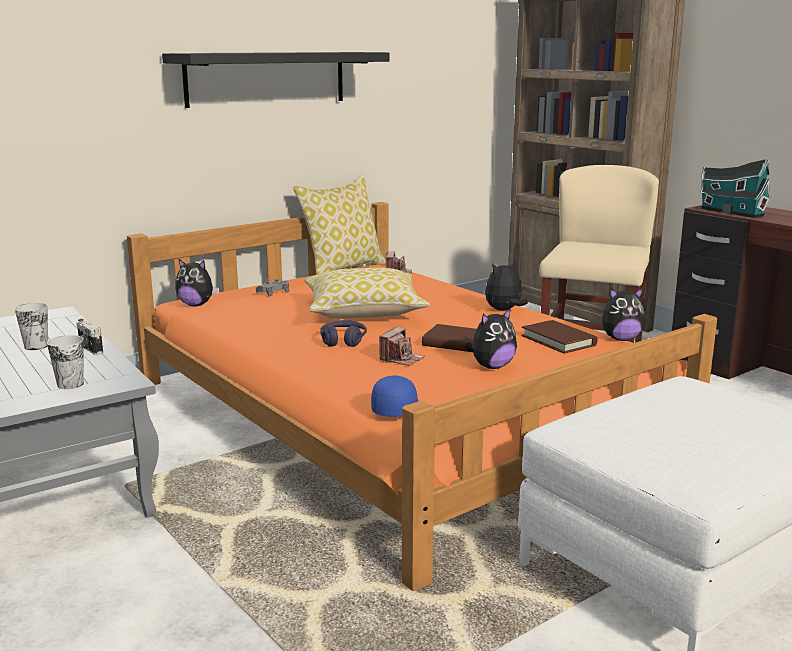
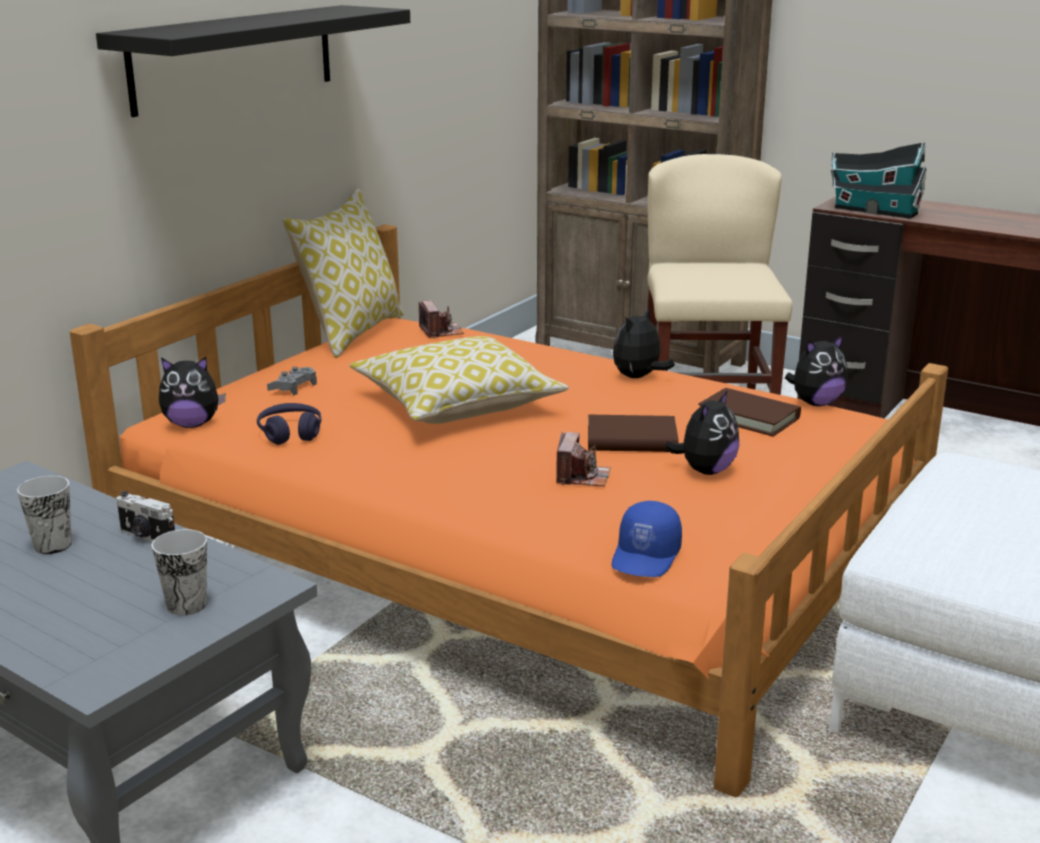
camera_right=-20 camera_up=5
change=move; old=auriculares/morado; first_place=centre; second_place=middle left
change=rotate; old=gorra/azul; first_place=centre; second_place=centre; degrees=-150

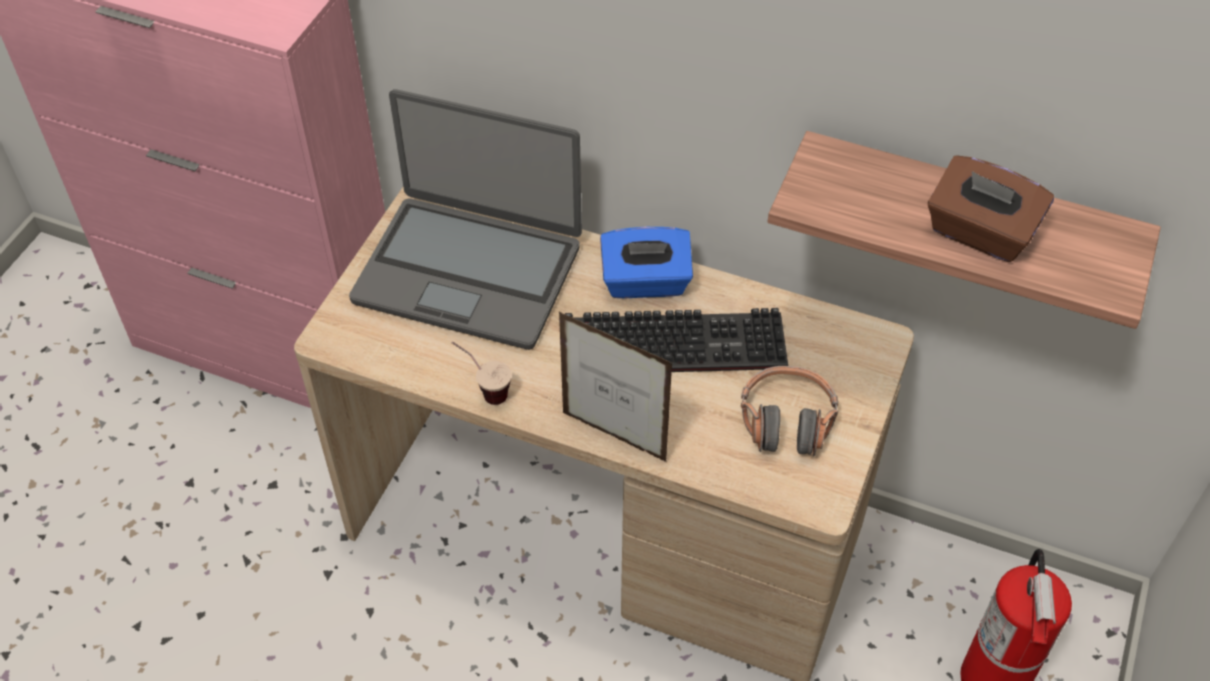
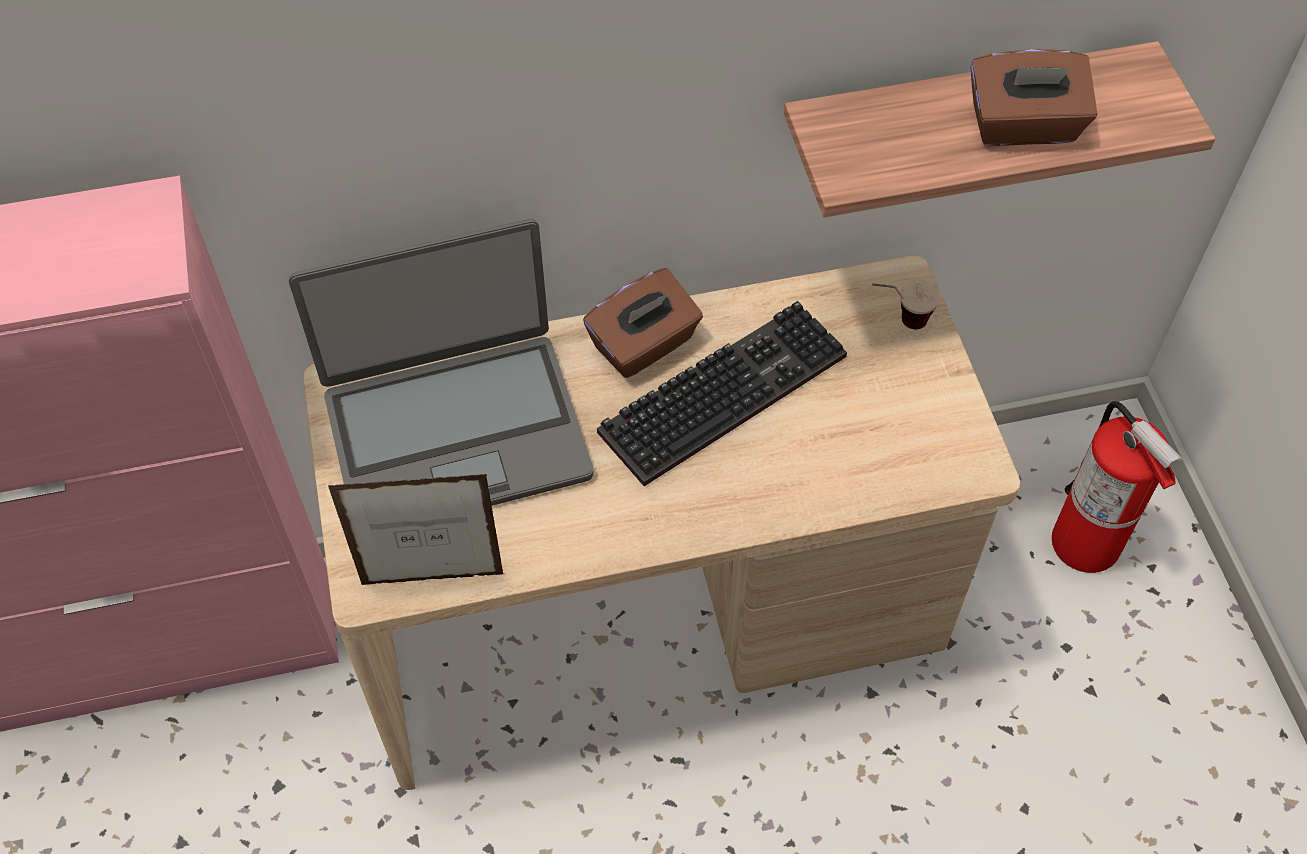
camera_right=-35 camera_up=5
change=move; old=portarretratos; first_place=centre; second_place=middle left
change=recolor; old=caja de pañuelos/azul; new=caja de pañuelos/marrón (1st from left); first_place=centre; second_place=centre
change=move; old=taza; first_place=centre; second_place=middle right
change=delete; old=auriculares; first_place=centre

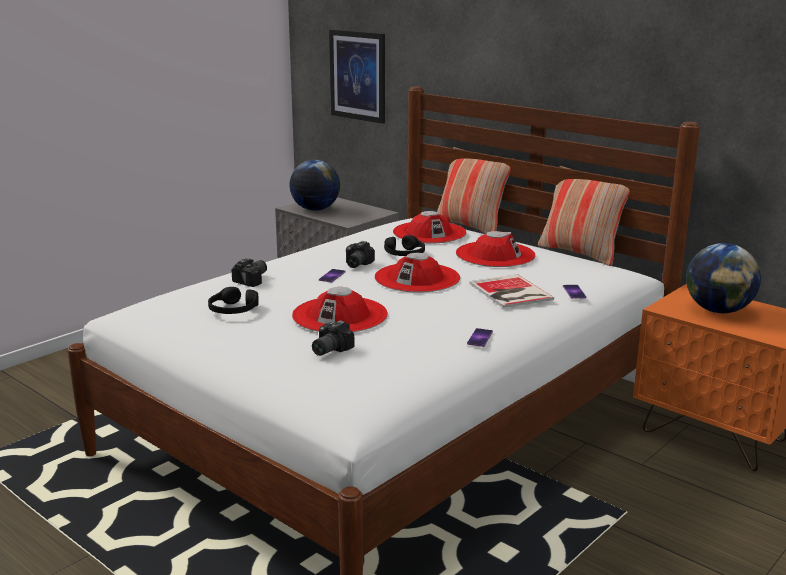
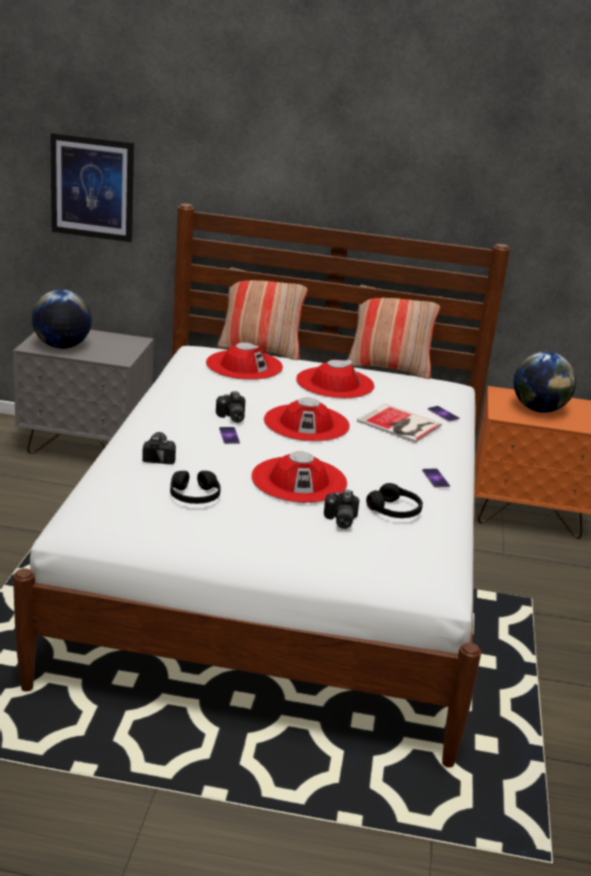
camera_right=-35 camera_up=5
change=move; old=auriculares/negro (2nd from left); first_place=centre; second_place=middle right

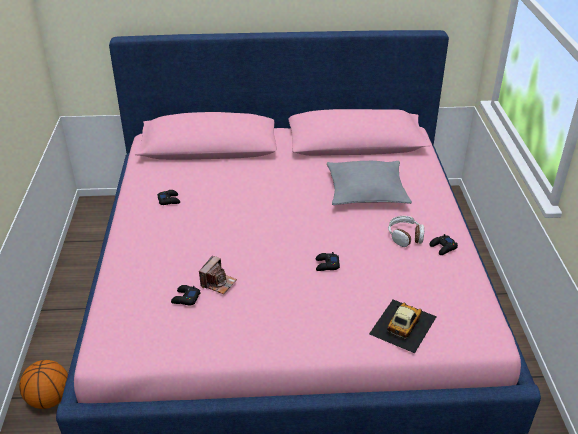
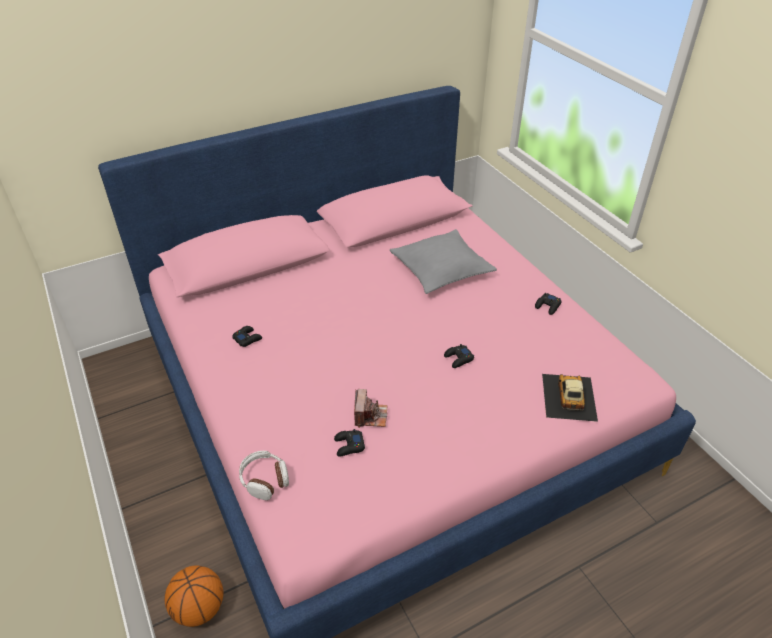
camera_right=-25 camera_up=5
change=move; old=auriculares; first_place=middle right; second_place=bottom centre

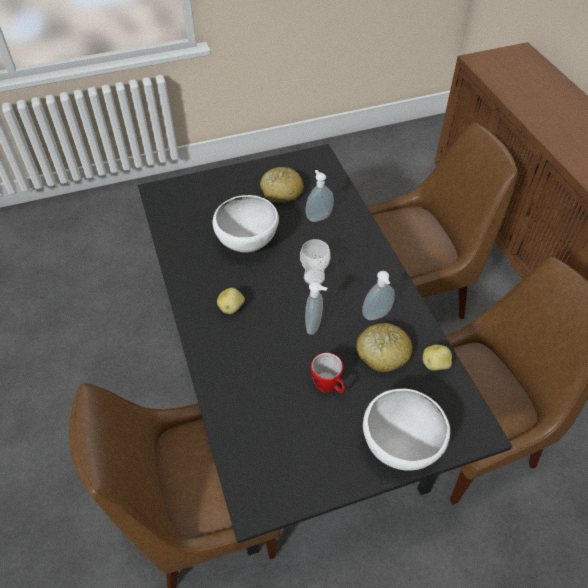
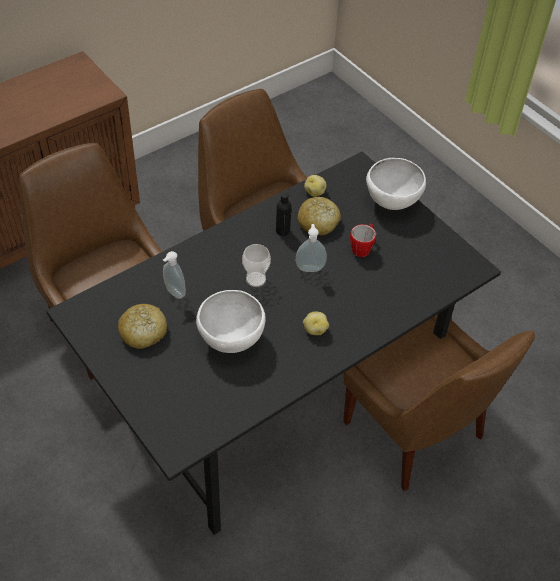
camera_right=-110 camera_up=0
change=replace; old=dispensador de jabón (3rd from left); new=botella/negro; first_place=centre; second_place=centre

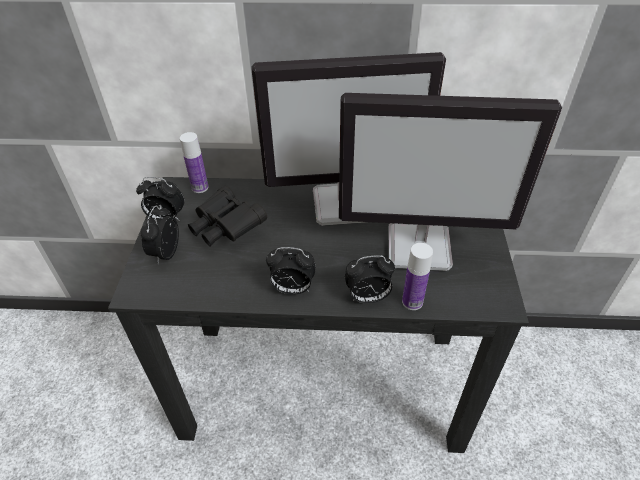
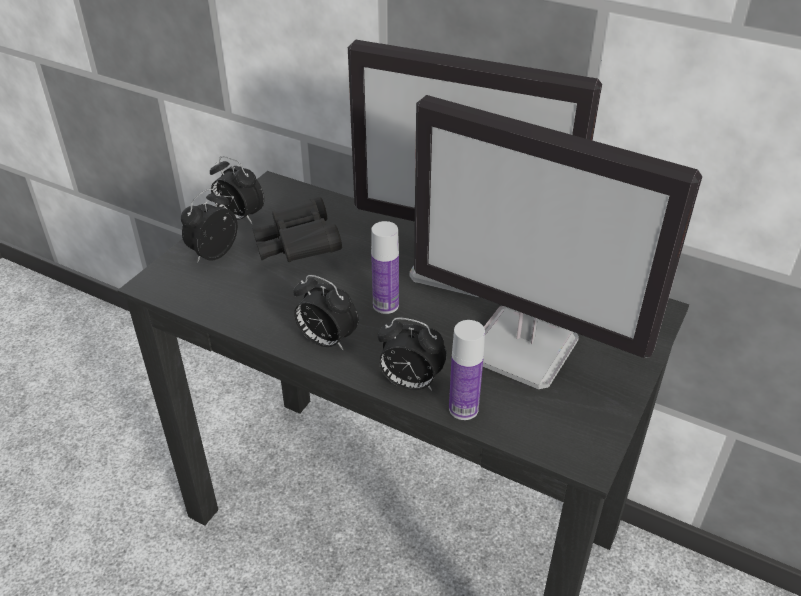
camera_right=25 camera_up=-5
change=move; old=botella (1st from left); first_place=middle left; second_place=centre

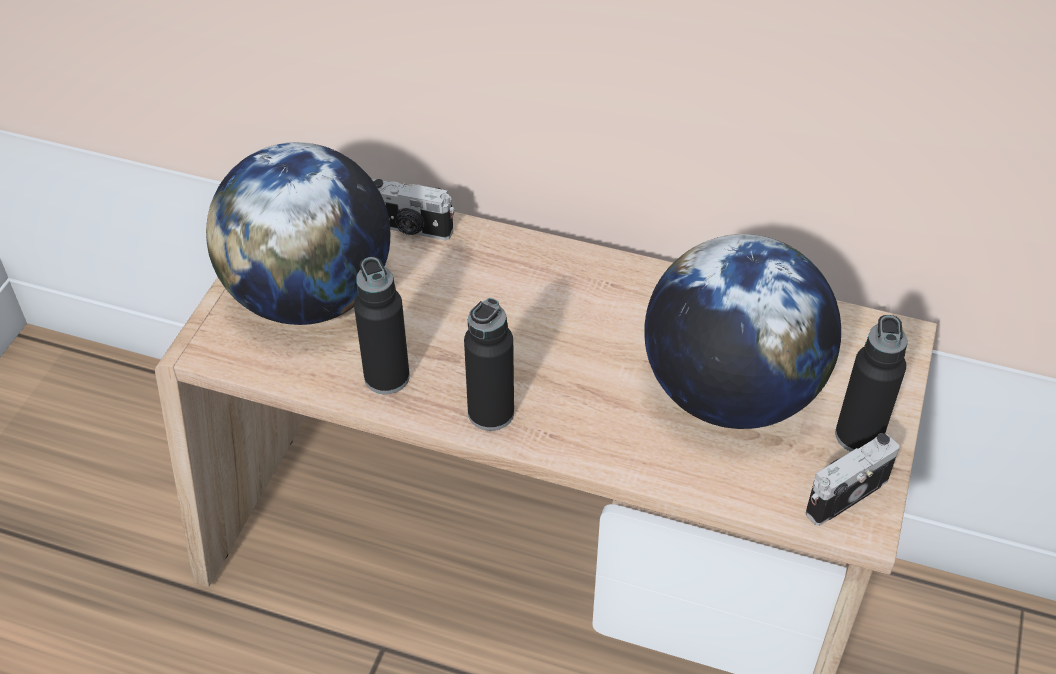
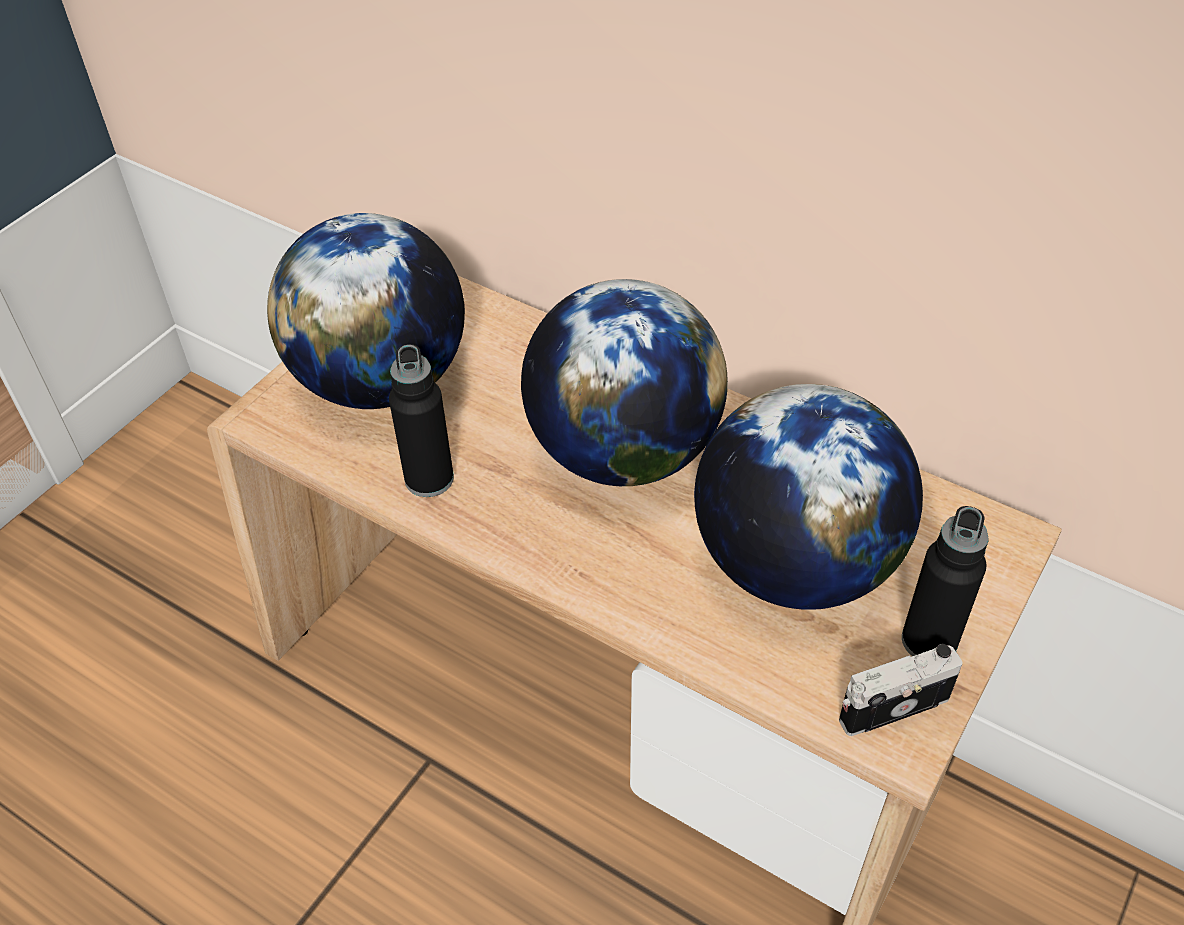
camera_right=15 camera_up=0
change=insert; new=globo terráqueo (2nd from left); second_place=centre
change=delete; old=cámara (1st from left); first_place=top centre
change=delete; old=botella/negro (2nd from left); first_place=centre

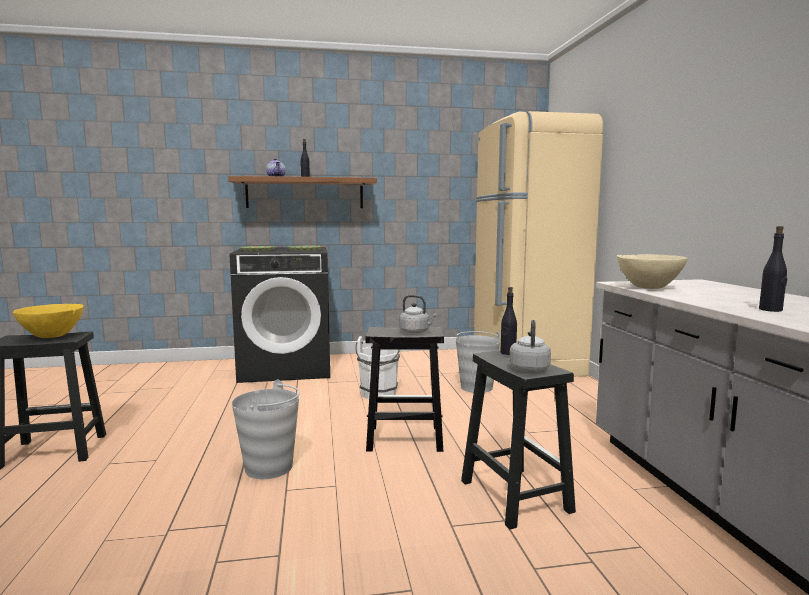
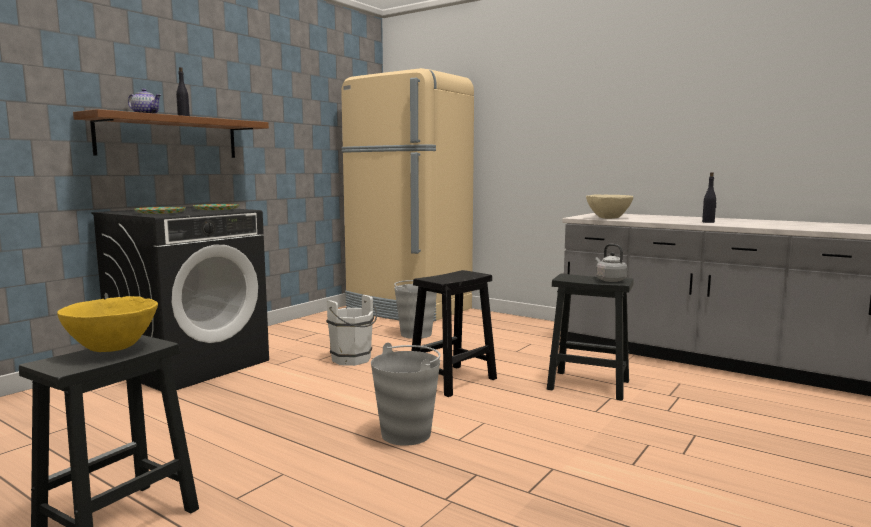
camera_right=-45 camera_up=0
change=delete; old=hervidor/gris (1st from left); first_place=centre
change=delete; old=botella/negro (2nd from left); first_place=centre

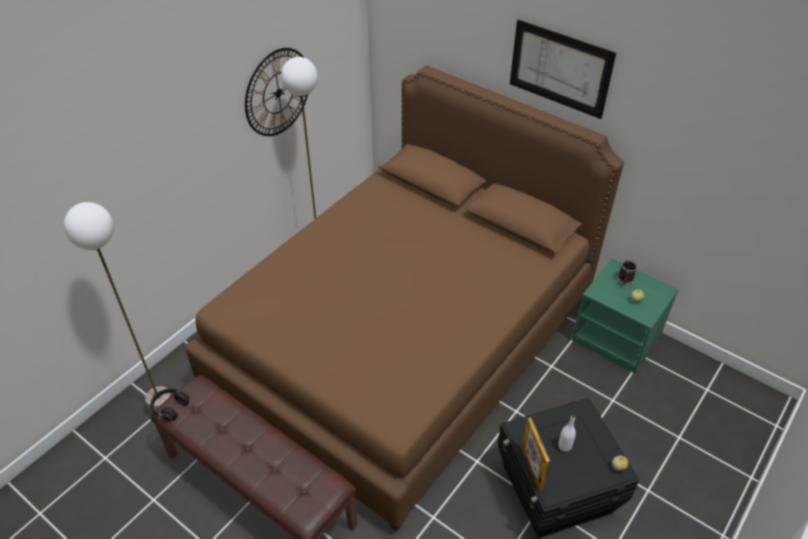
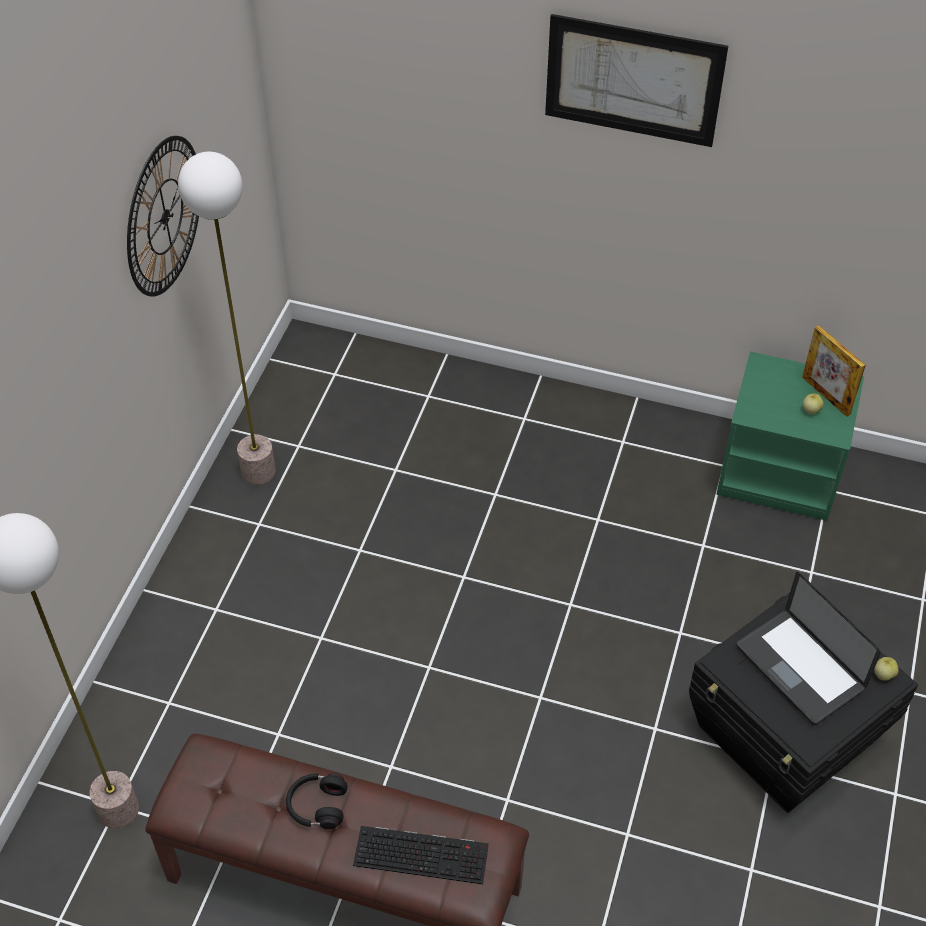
camera_right=-20 camera_up=5
change=move; old=auriculares/negro; first_place=bottom left; second_place=bottom centre
change=insert; new=teclado; second_place=bottom centre
change=replace; old=botella/blanco; new=portátil; first_place=bottom right; second_place=bottom right
change=move; old=portarretratos; first_place=bottom centre; second_place=middle right
change=delete; old=cama/marrón; first_place=centre
change=delete; old=taza grande; first_place=middle right

